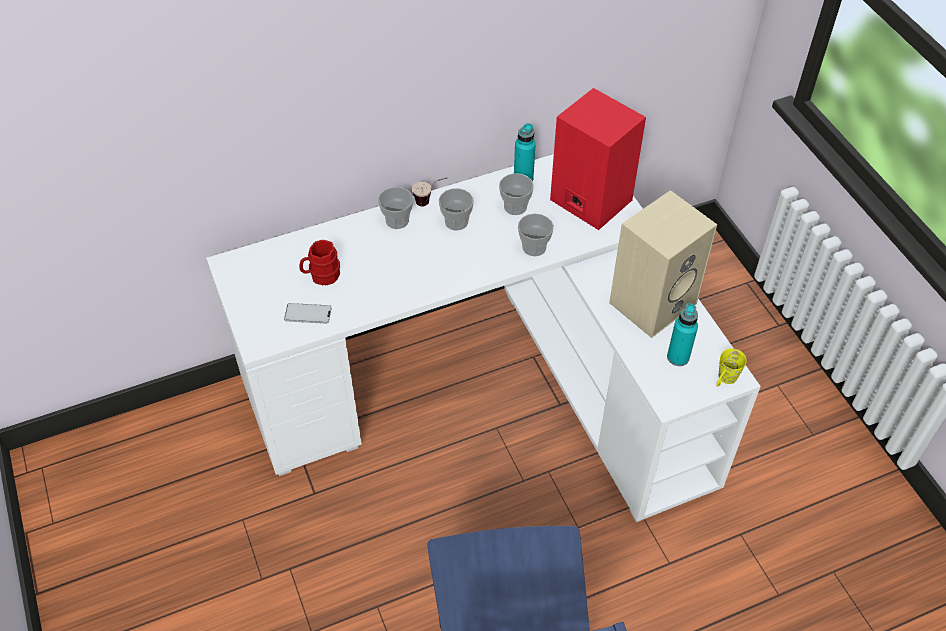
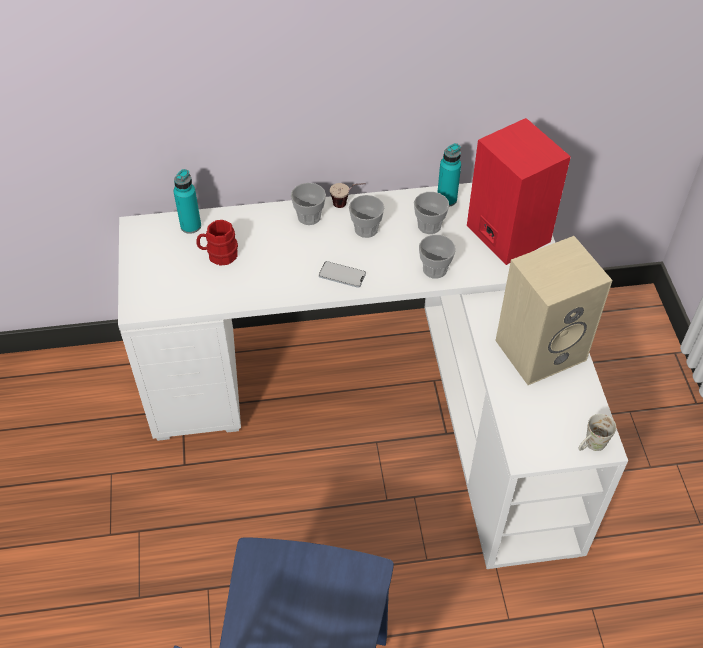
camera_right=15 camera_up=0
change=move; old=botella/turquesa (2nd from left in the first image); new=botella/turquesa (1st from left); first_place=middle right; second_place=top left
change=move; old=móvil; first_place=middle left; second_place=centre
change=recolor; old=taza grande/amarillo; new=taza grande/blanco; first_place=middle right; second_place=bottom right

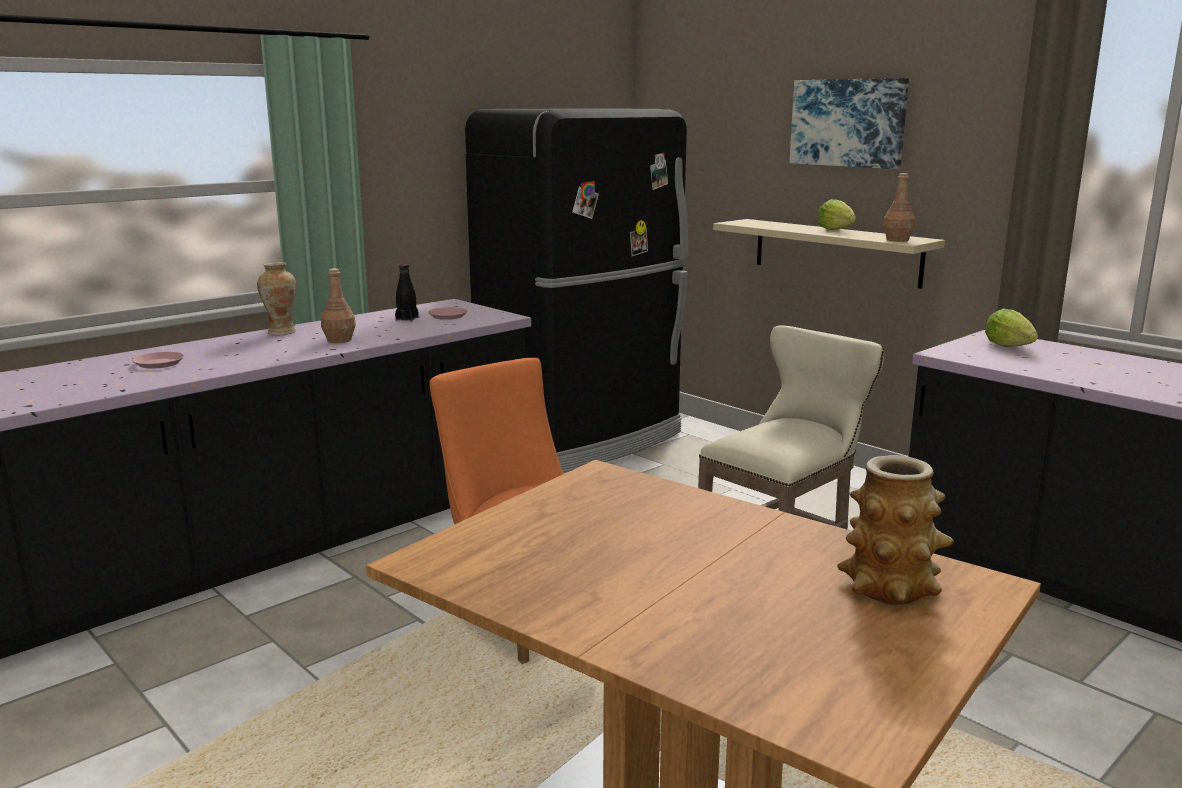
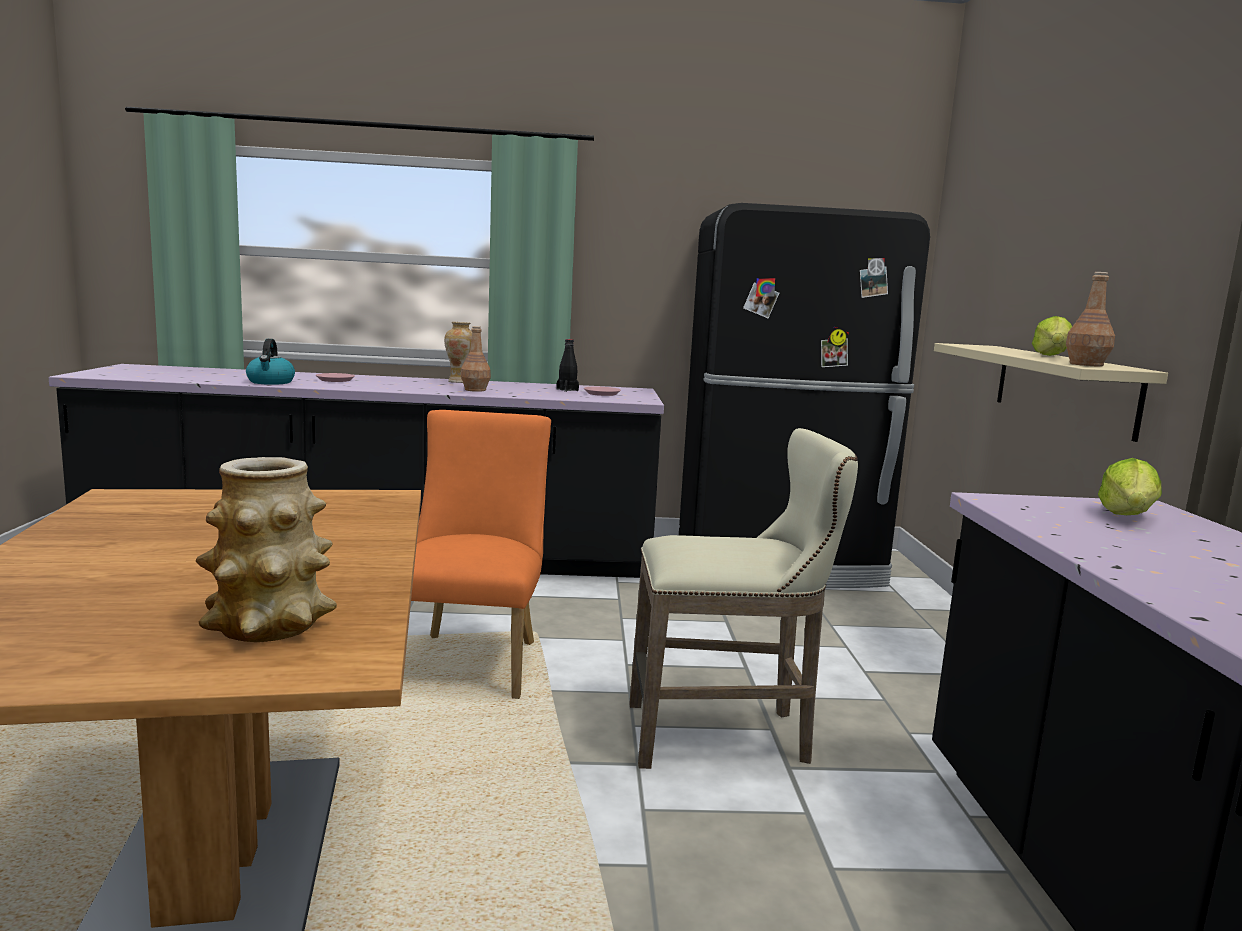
camera_right=40 camera_up=-5
change=insert; new=hervidor; second_place=middle left
change=delete; old=cuadro; first_place=top right

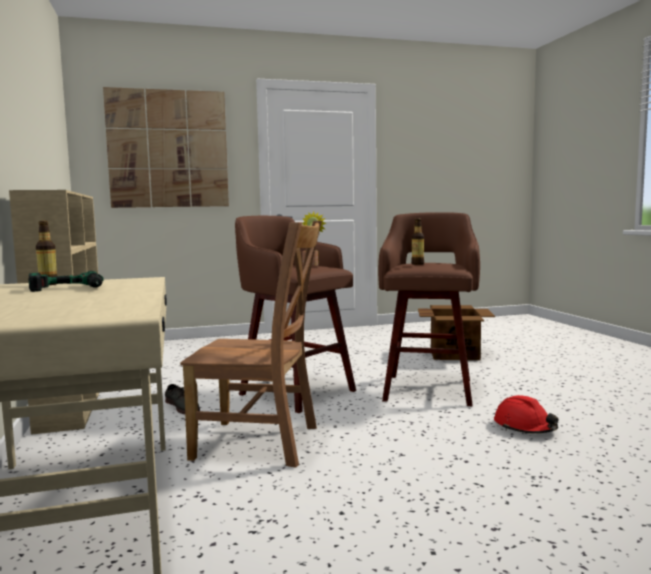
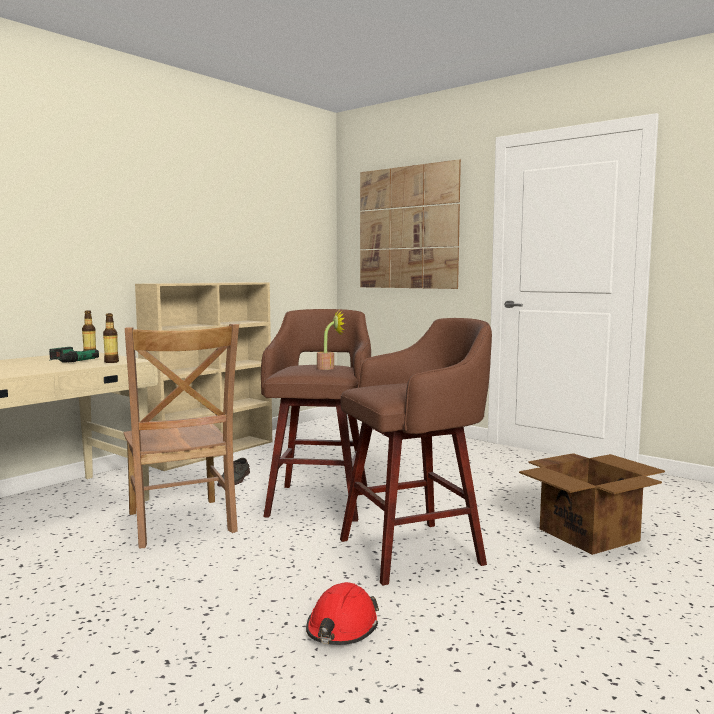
camera_right=55 camera_up=0
change=move; old=botella (2nd from left); first_place=centre; second_place=middle left

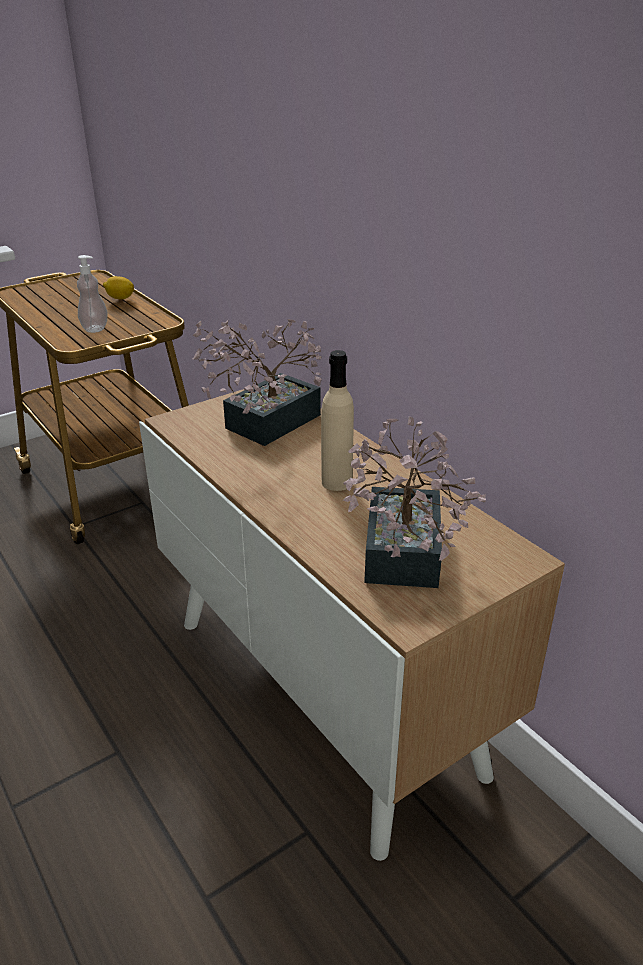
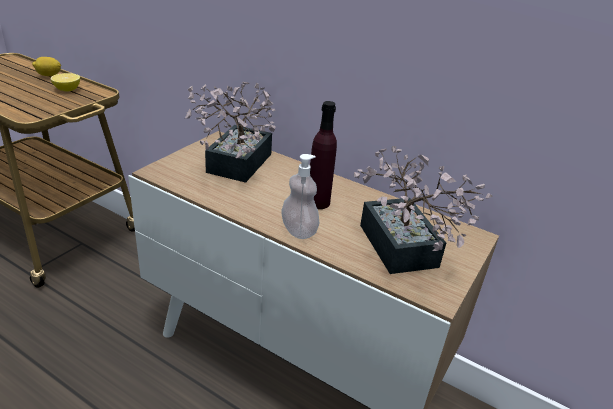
camera_right=-25 camera_up=0
change=insert; new=limón (2nd from left); second_place=top left
change=move; old=dispensador de jabón; first_place=top left; second_place=centre
change=recolor; old=botella/beis; new=botella/morado; first_place=centre; second_place=centre

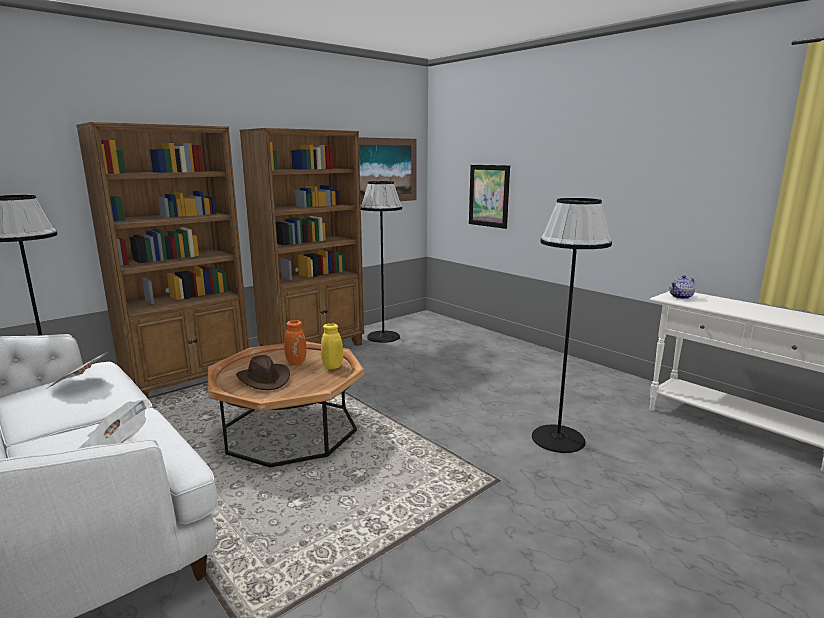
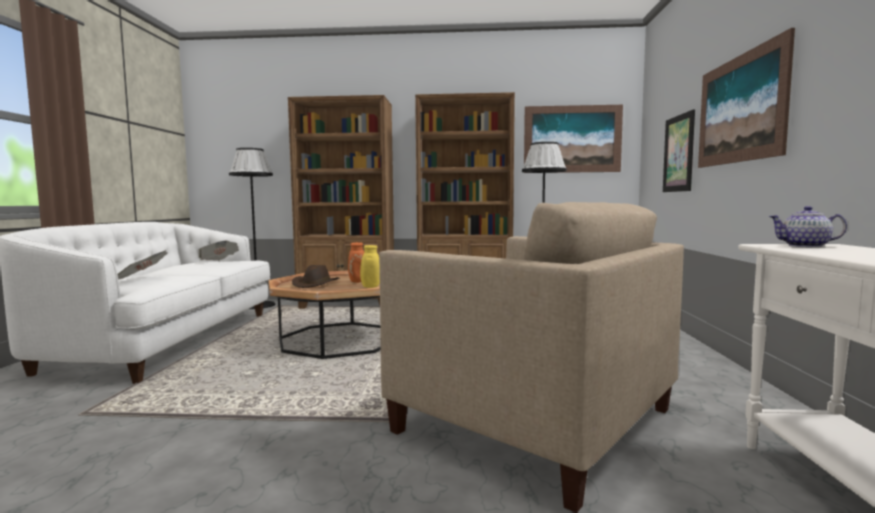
camera_right=45 camera_up=-10
change=replace; old=lámpara de pie/negro (3rd from left); new=sillón/beis; first_place=middle right; second_place=bottom centre
change=insert; new=cuadro (3rd from left); second_place=top right

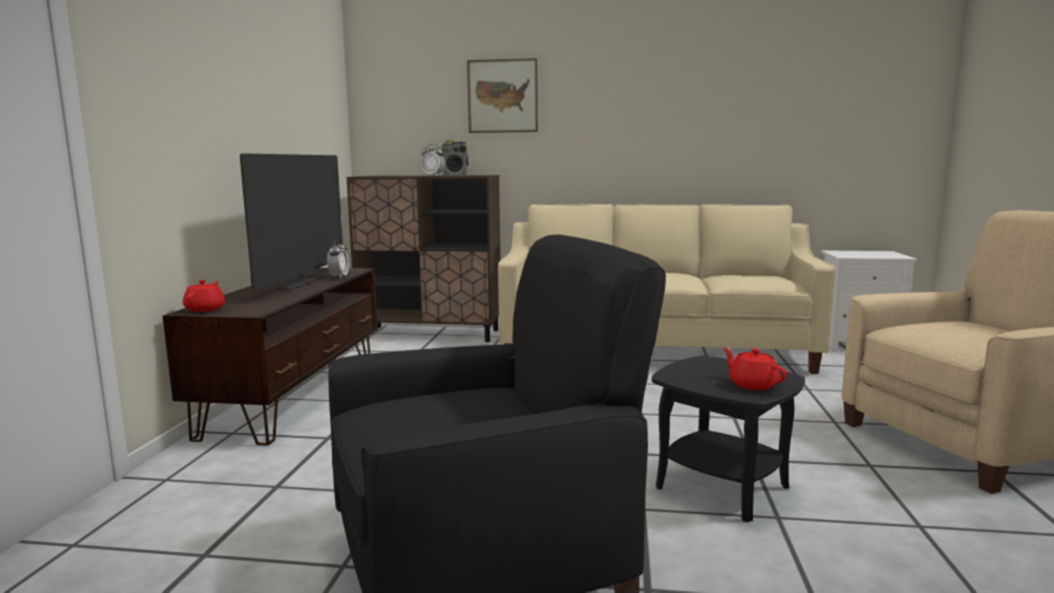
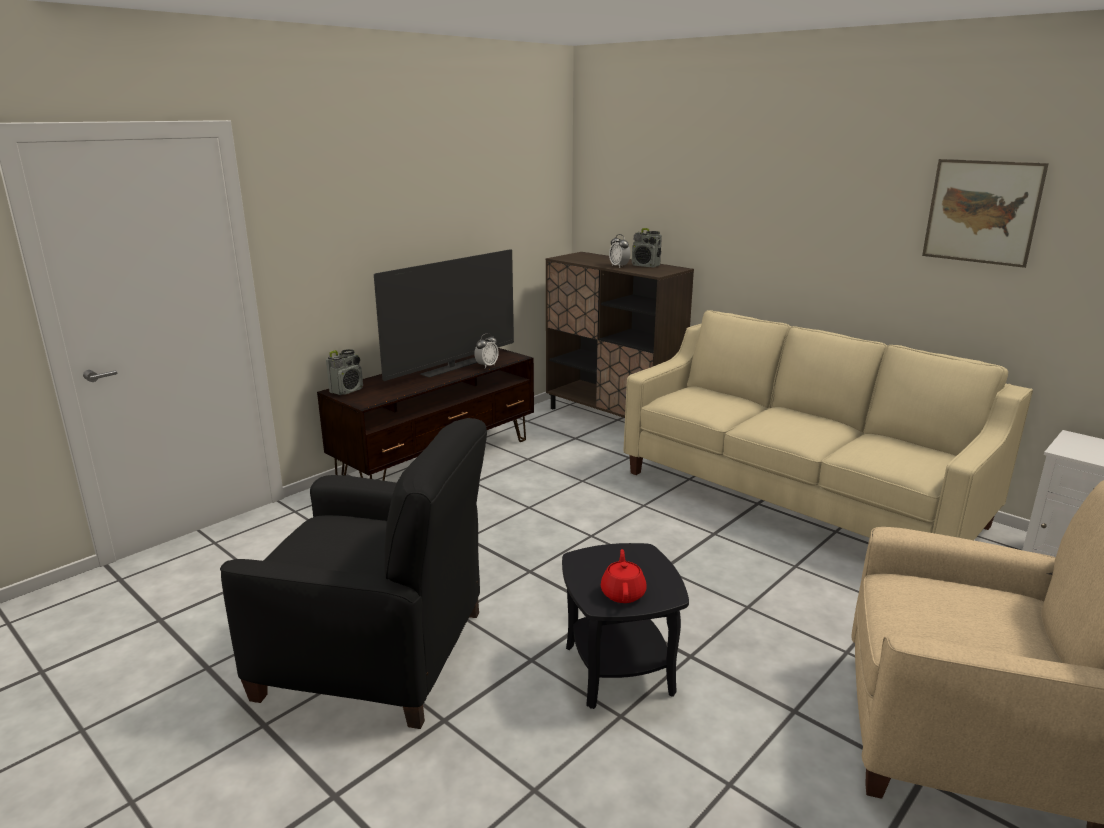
camera_right=35 camera_up=10
change=replace; old=tetera/rojo (1st from left); new=radio (1st from left); first_place=middle left; second_place=middle left
change=move; old=cuadro; first_place=top centre; second_place=top right

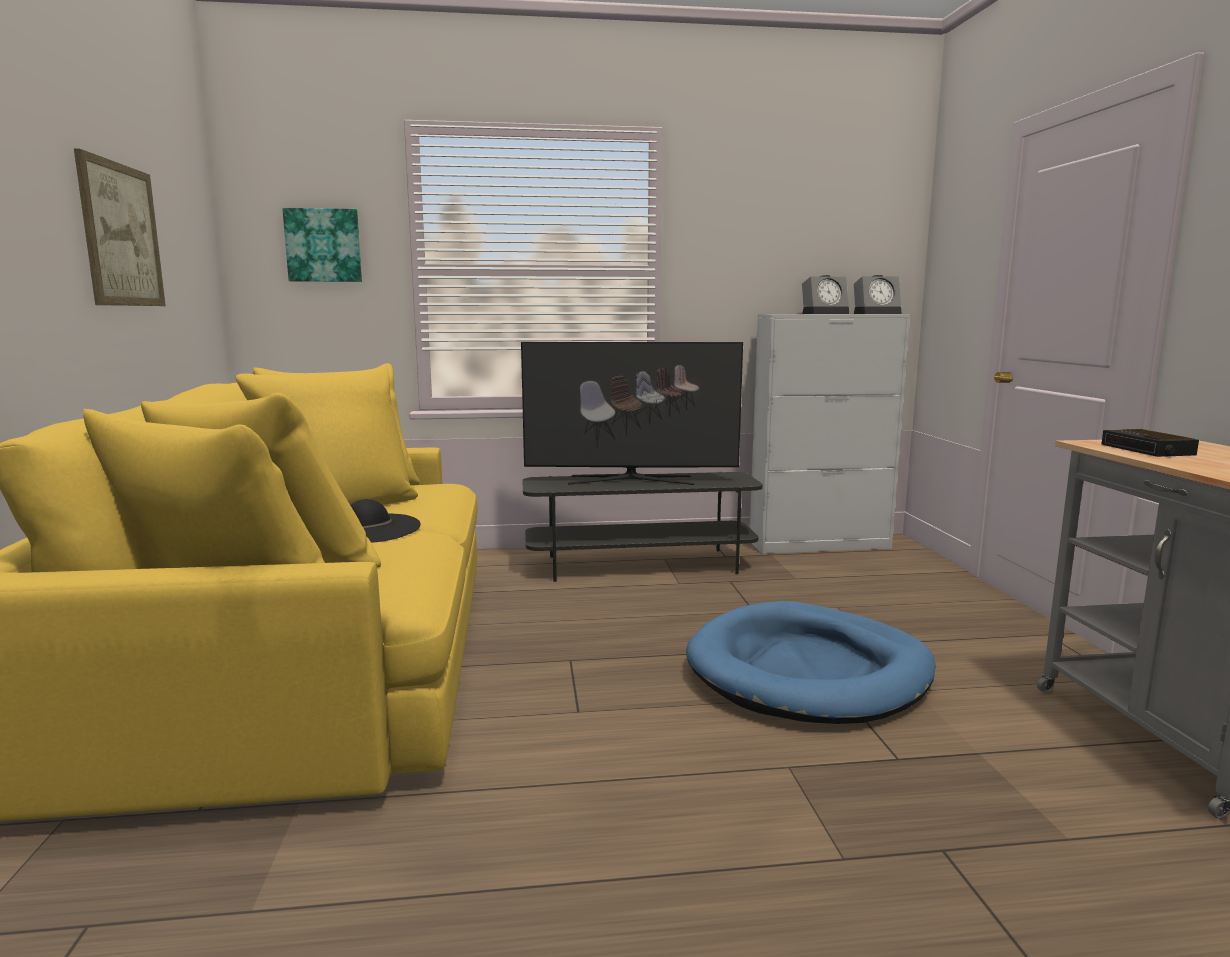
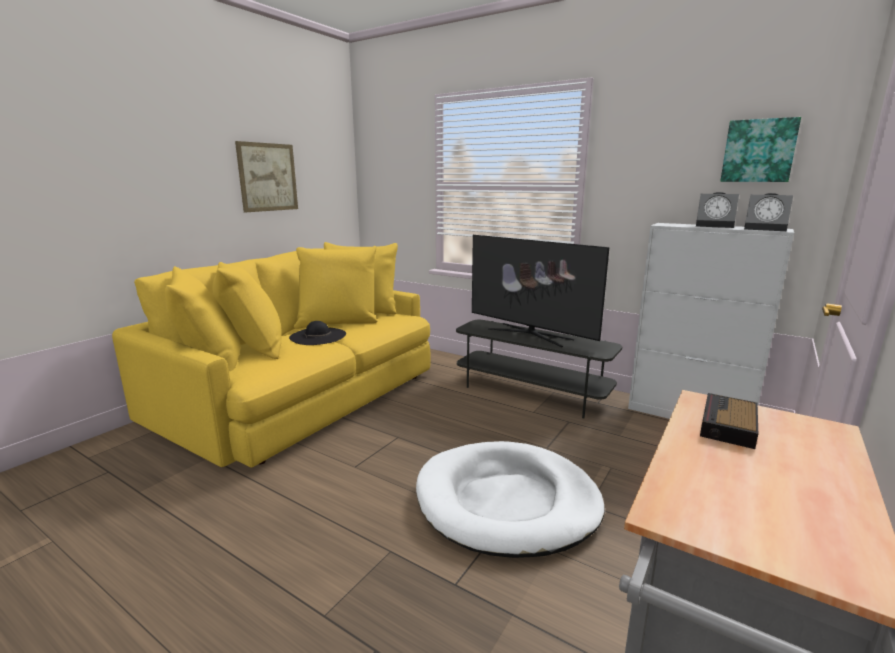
camera_right=40 camera_up=5
change=recolor; old=cama para perro/azul; new=cama para perro/blanco; first_place=bottom centre; second_place=bottom centre
change=move; old=cuadro (2nd from left); first_place=top left; second_place=top right

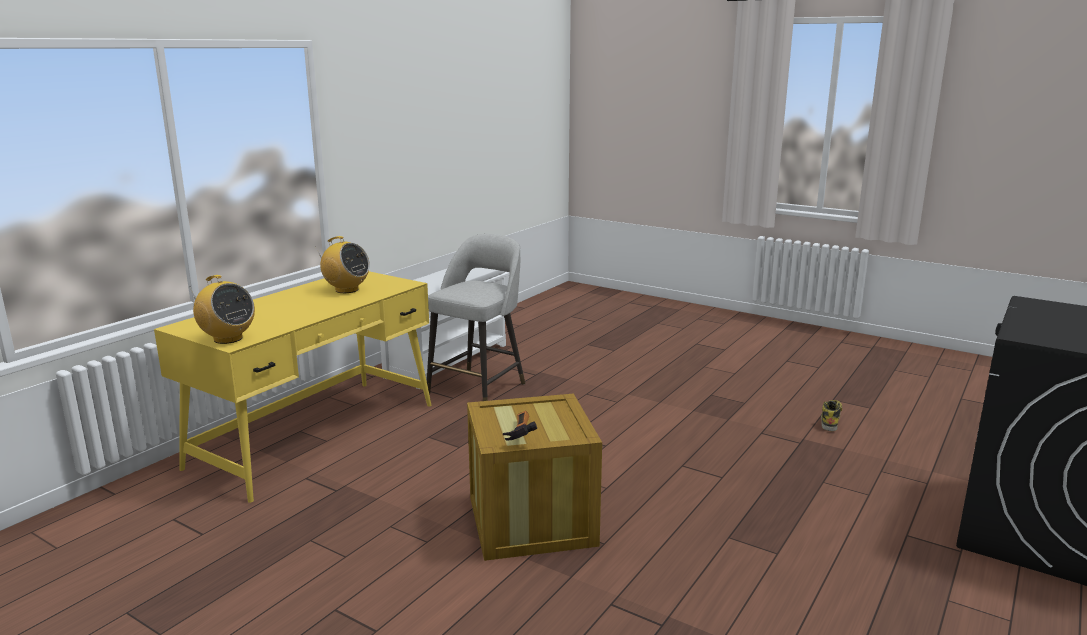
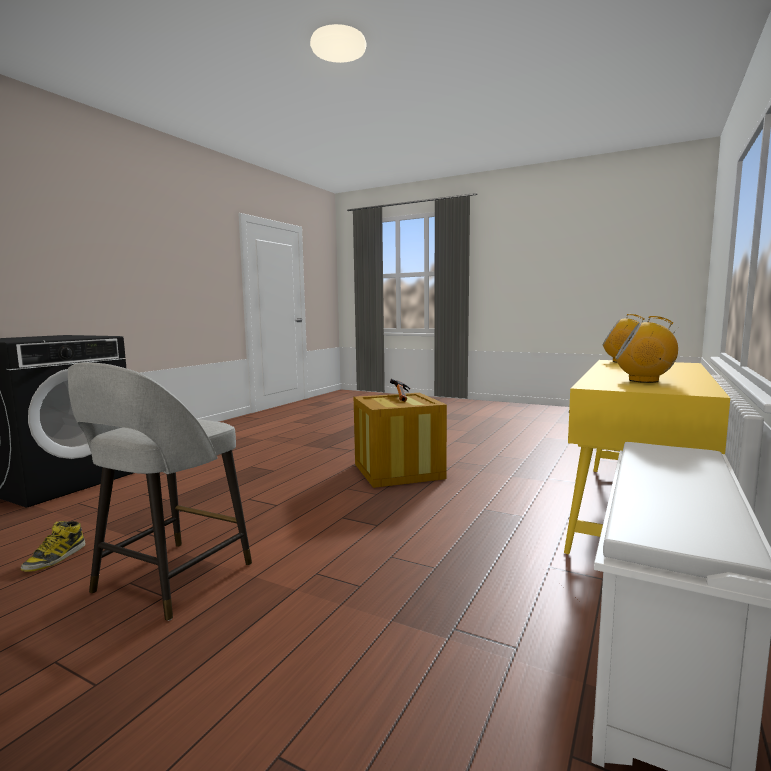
camera_right=175 camera_up=-10
change=move; old=taburete/gris; first_place=centre; second_place=middle left

